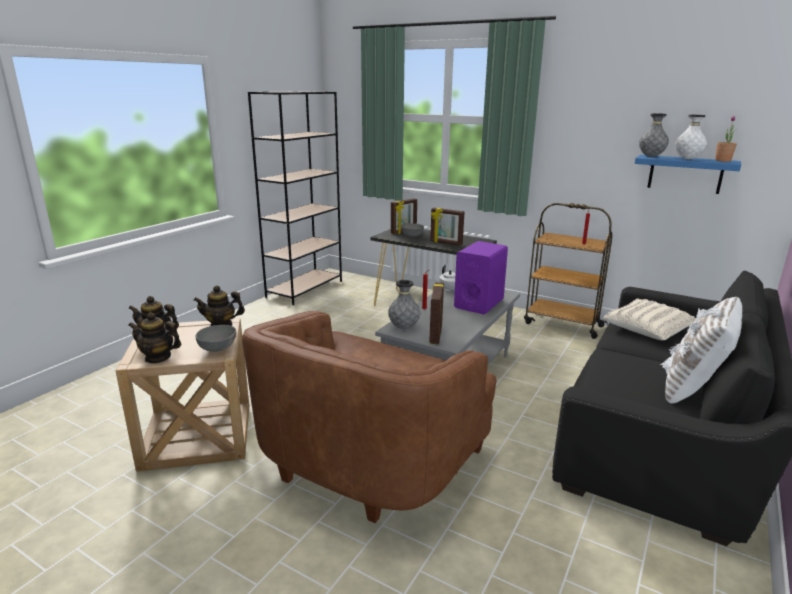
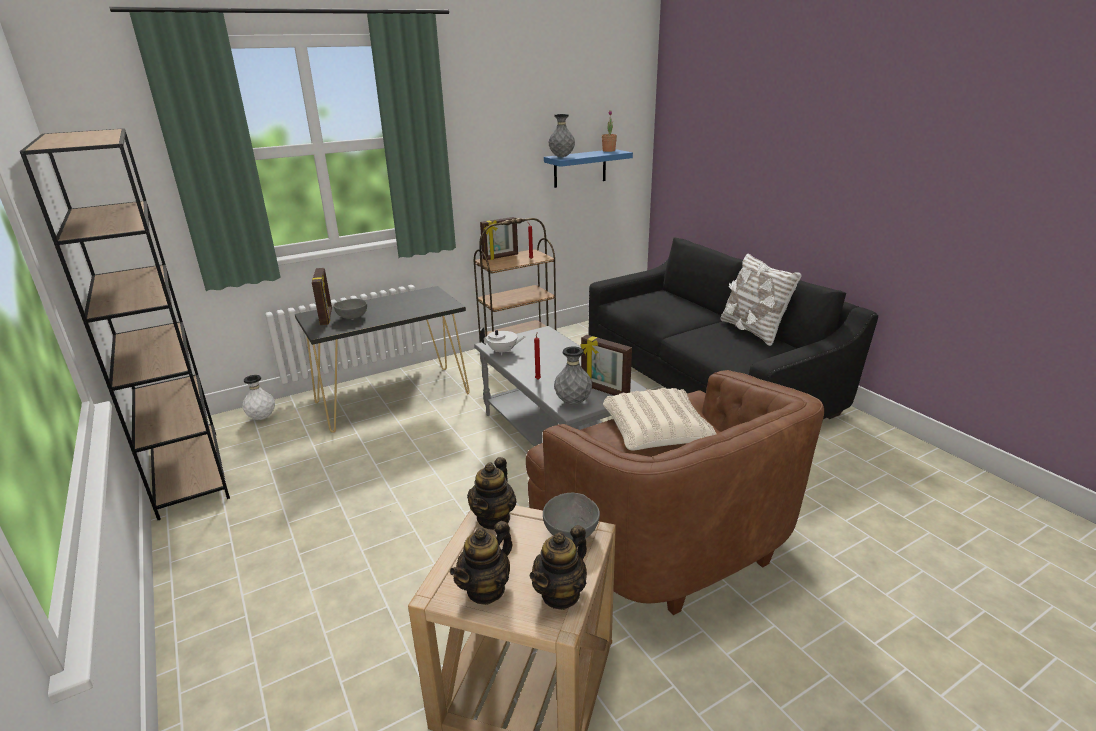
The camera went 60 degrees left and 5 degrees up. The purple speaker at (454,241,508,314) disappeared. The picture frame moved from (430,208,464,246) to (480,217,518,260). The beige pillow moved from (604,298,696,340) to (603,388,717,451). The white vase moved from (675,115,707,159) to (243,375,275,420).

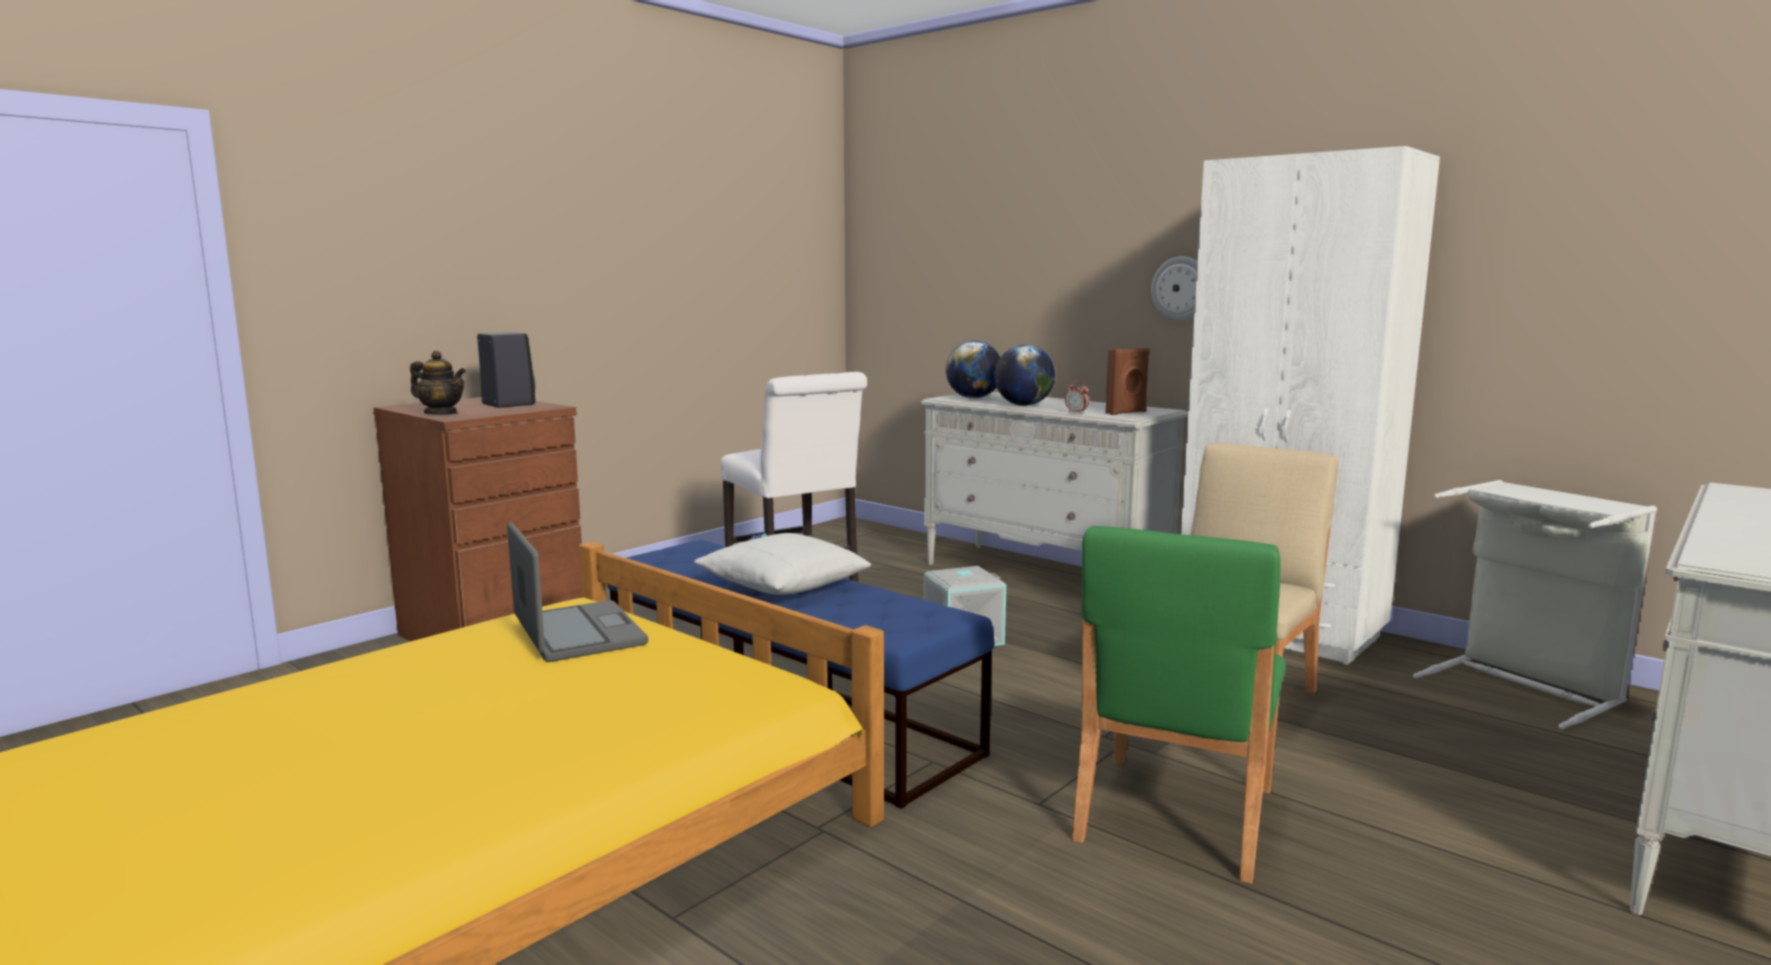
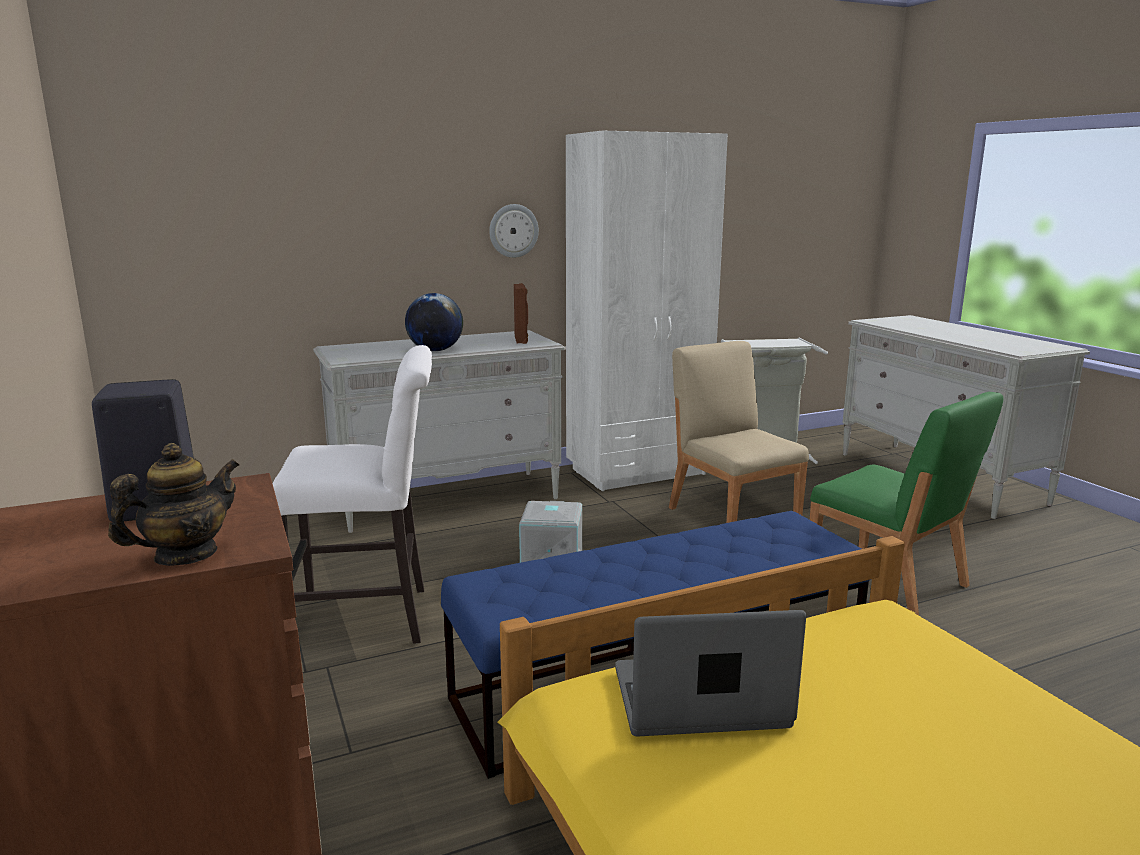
The camera went 65 degrees left and 5 degrees up. The grey pillow at (694,533,871,595) disappeared. The globe at (946,341,1000,398) disappeared. The alarm clock at (1065,381,1089,414) disappeared.

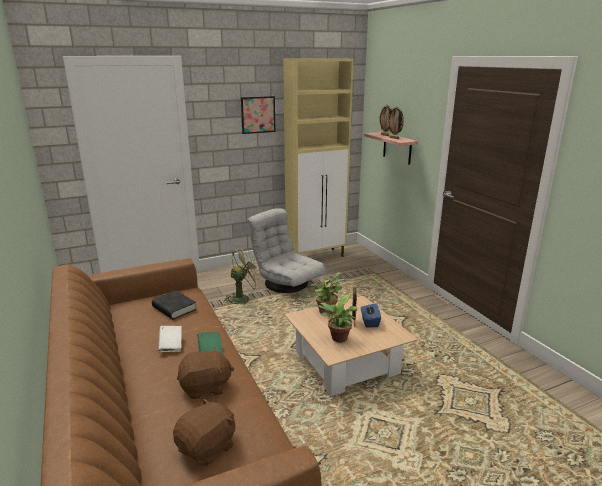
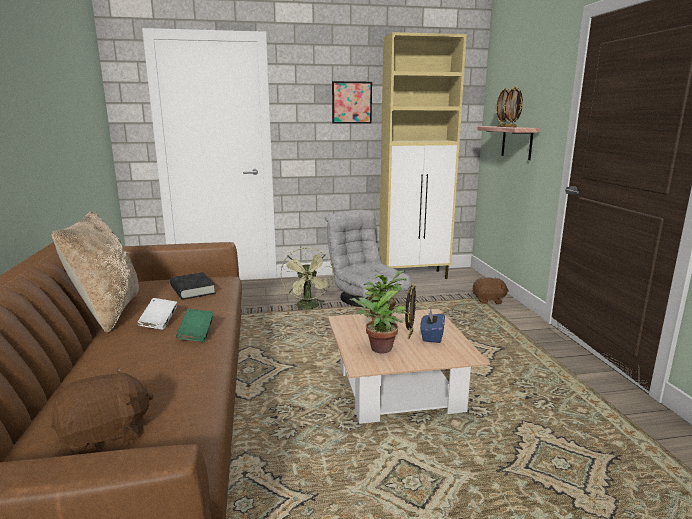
The camera went 15 degrees right and 5 degrees down. The beige pillow at (52,211,139,332) appeared. The brown plush toy moved from (177,347,234,399) to (472,277,509,304). The green fan at (223,249,263,304) turned 105 degrees clockwise.

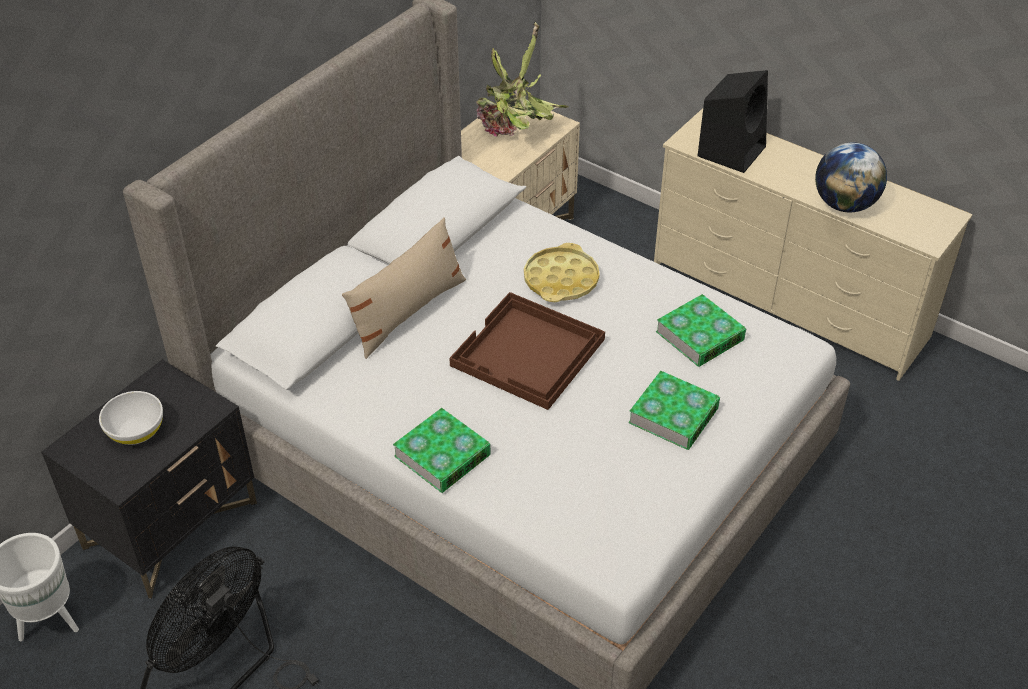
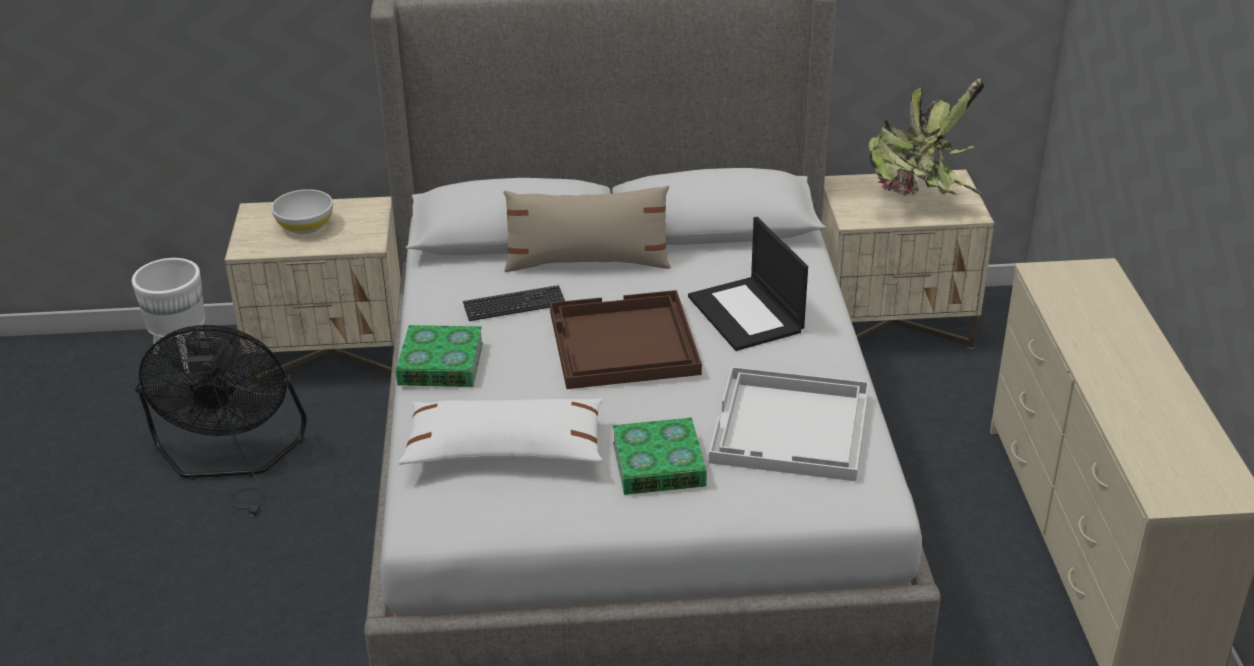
The camera went 50 degrees right and 10 degrees down. The black speaker at (698,70,768,173) disappeared. The globe at (815,142,887,212) disappeared. The white pillow at (398,398,603,465) appeared. The keyboard at (463,285,565,321) appeared. The yellow tray at (524,243,600,302) was replaced by the laptop at (688,217,808,351). The book at (656,294,746,367) was replaced by the white tray at (709,367,869,481). The black nightstand at (41,359,257,599) became the beige nightstand at (225,196,401,387).

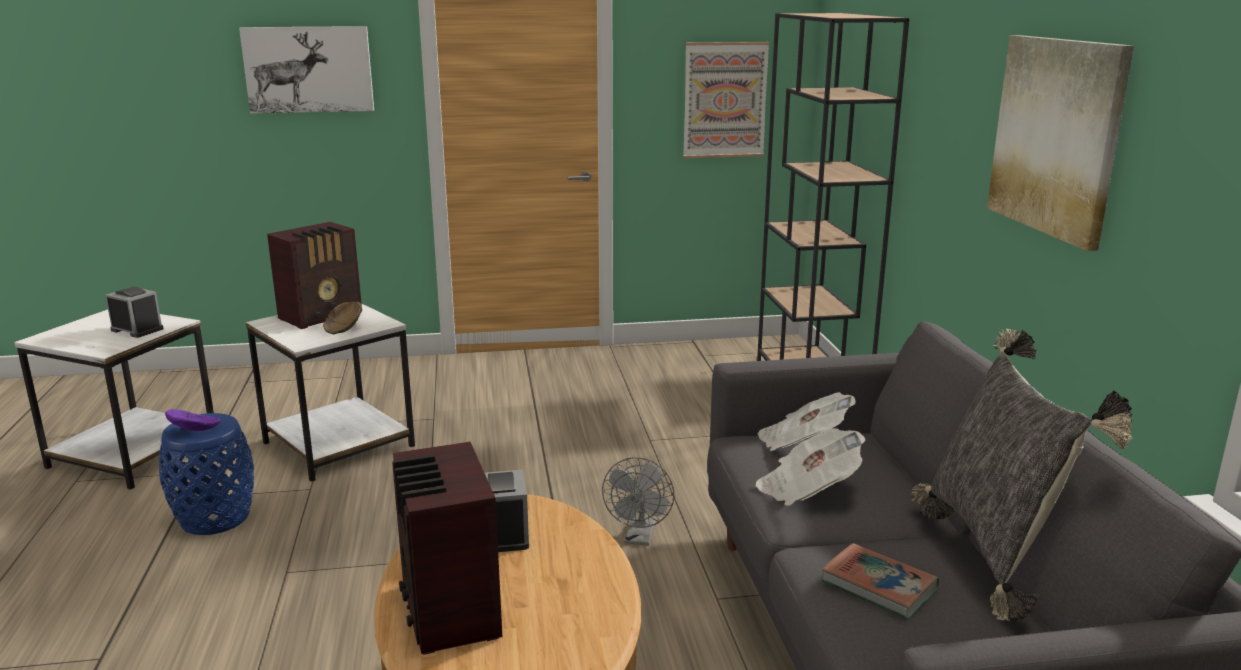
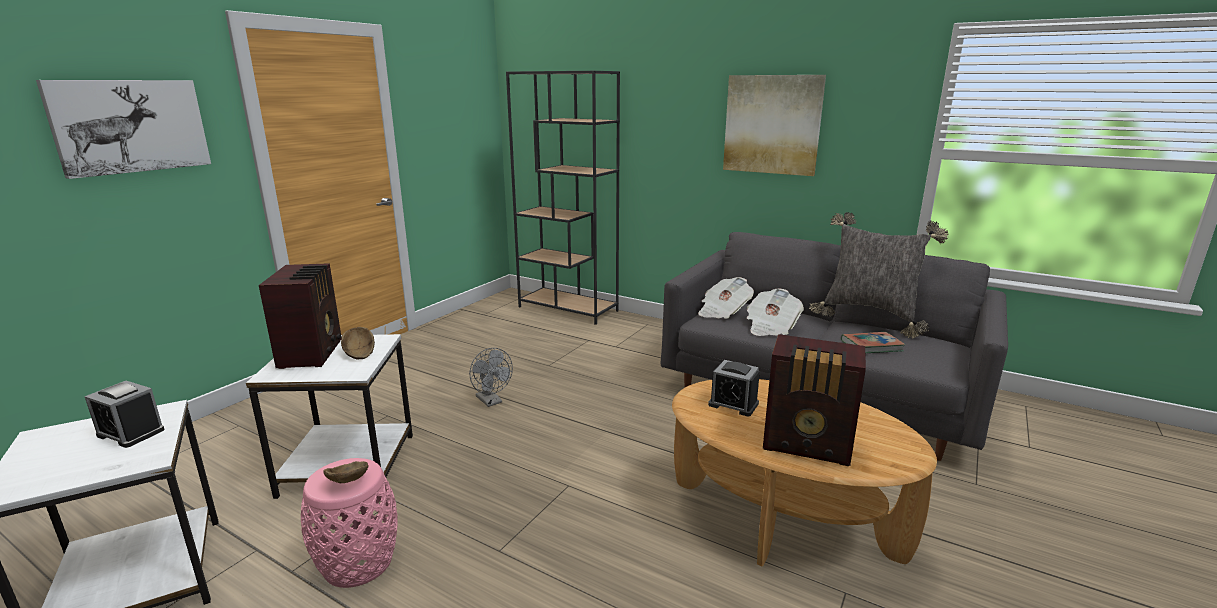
The camera went 50 degrees left and 0 degrees up. The picture at (683,42,769,158) disappeared. The grey fan moved from (602,457,675,546) to (469,348,513,407). The blue stool at (159,413,254,535) became the pink stool at (301,458,398,588). The purple bowl at (165,409,221,431) became the brown bowl at (323,461,369,483). The alarm clock at (105,287,164,338) turned 135 degrees counterclockwise.

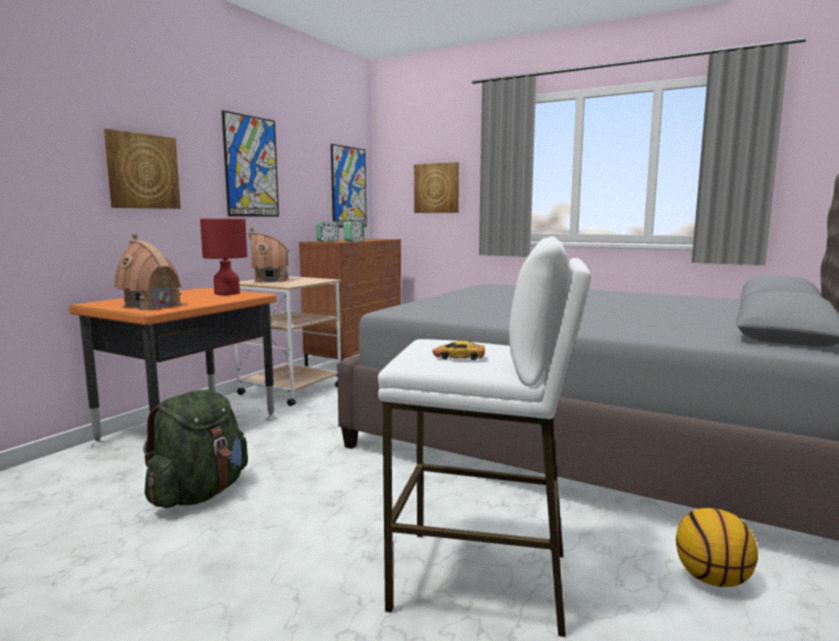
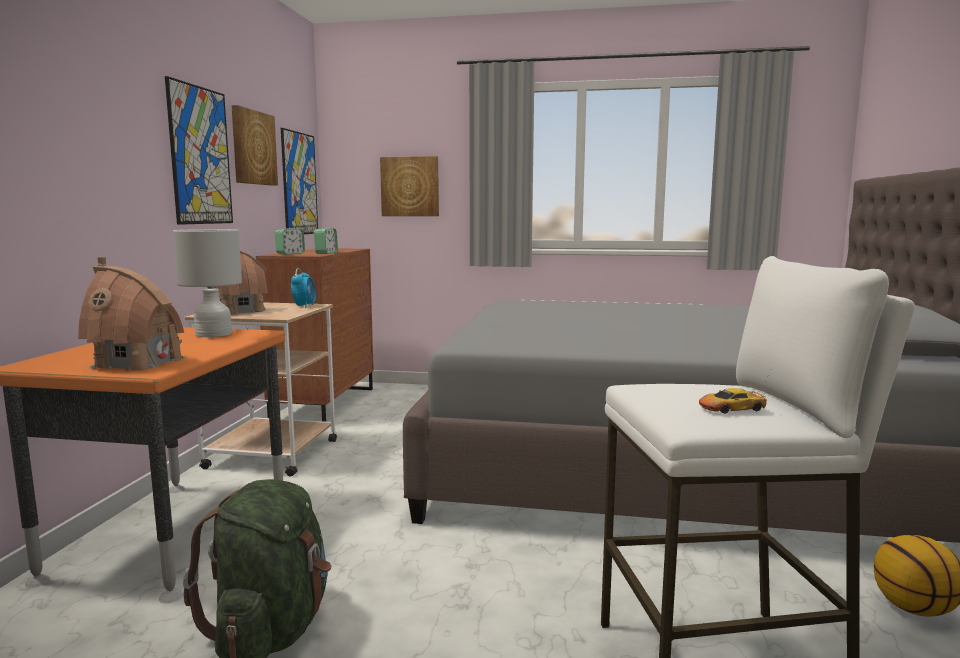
The camera went 20 degrees left and 0 degrees up. The alarm clock at (291,268,316,308) appeared. The picture moved from (104,129,181,209) to (232,105,278,186). The red table lamp at (200,219,247,295) became the grey table lamp at (173,229,242,337).

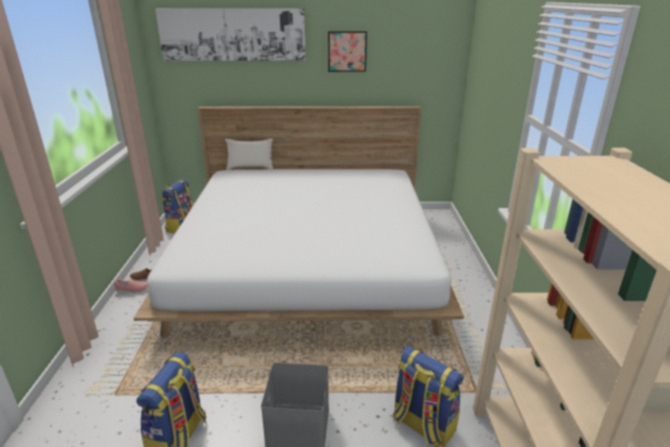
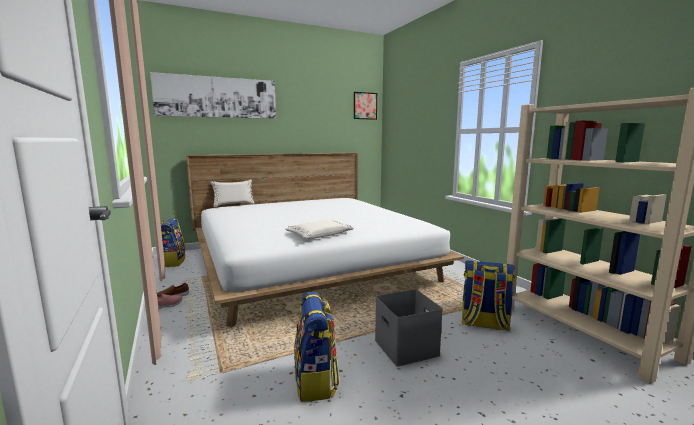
The camera went 25 degrees left and 15 degrees down. The white pillow at (285,220,354,238) appeared. The picture moved from (328,31,367,72) to (354,92,377,120).

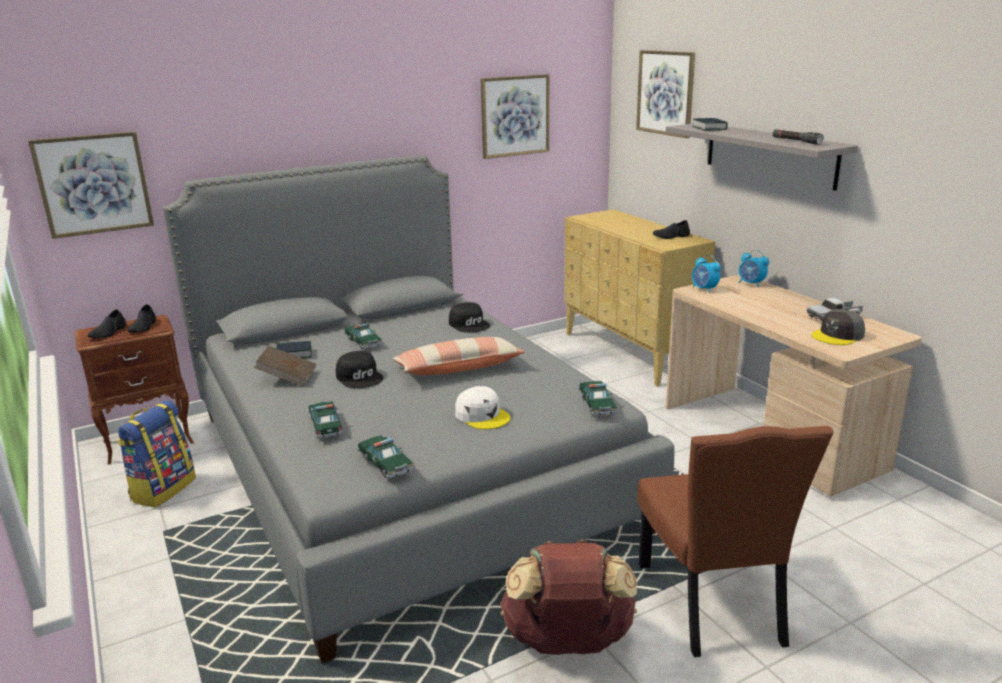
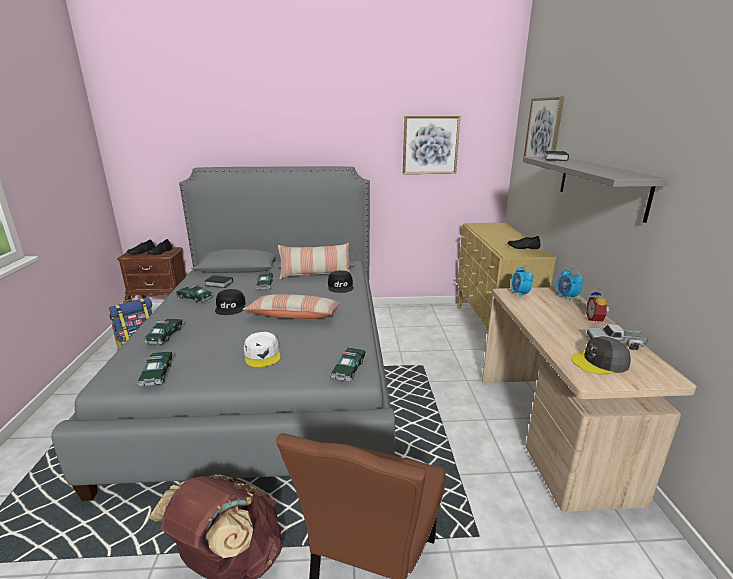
The camera went 25 degrees right and 0 degrees up. The picture at (28,132,154,239) disappeared. The black flashlight at (772,129,824,145) disappeared. The pillow at (278,243,351,279) appeared. The alarm clock at (586,289,609,324) appeared. The brown book at (254,346,316,387) was replaced by the toy car at (176,284,213,302).

